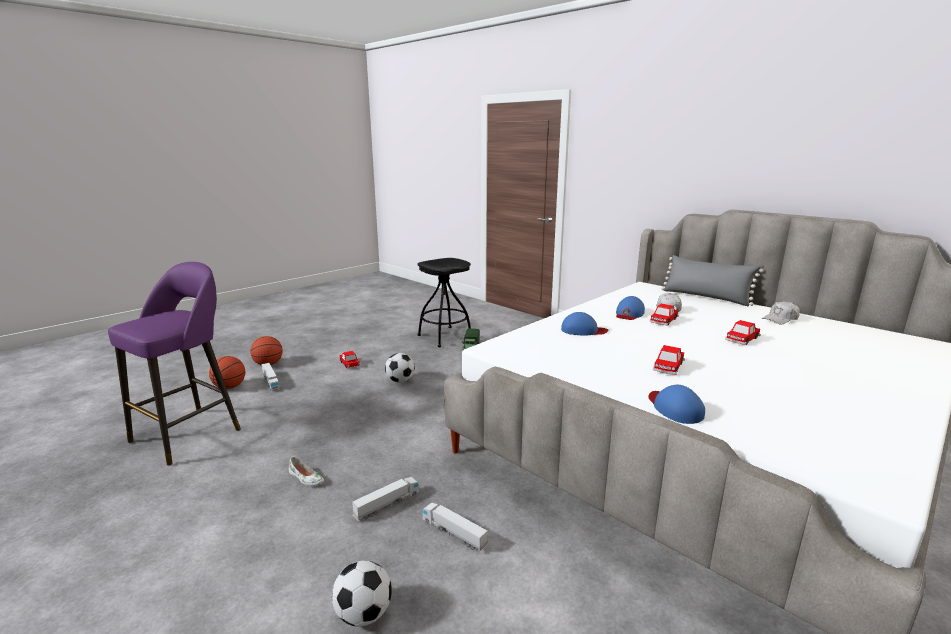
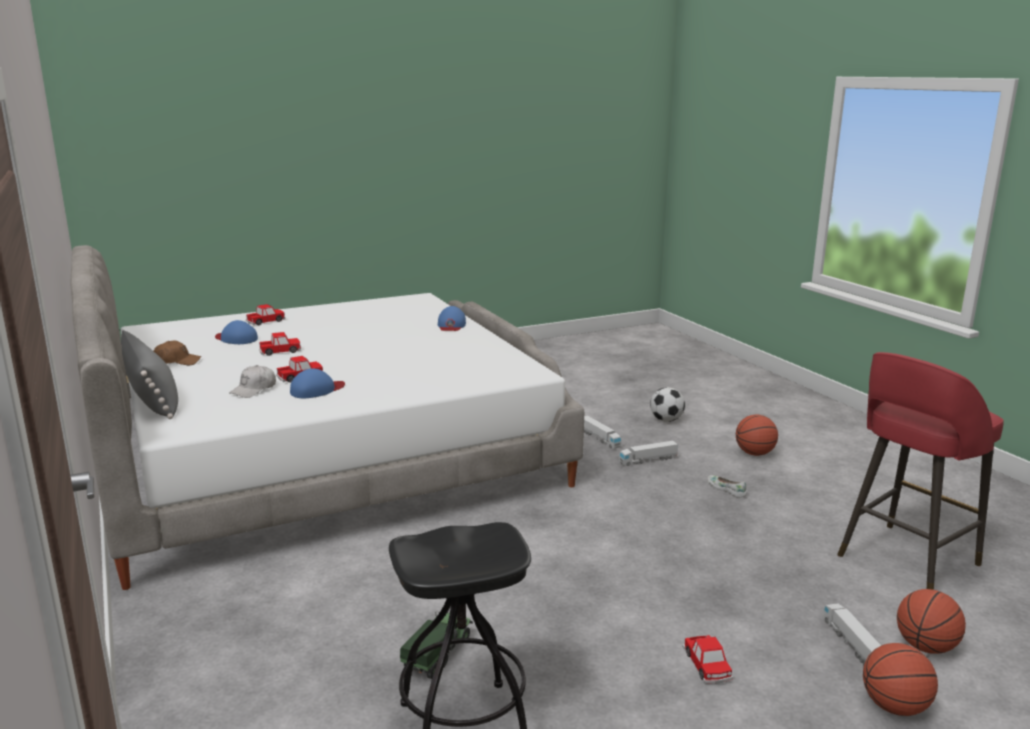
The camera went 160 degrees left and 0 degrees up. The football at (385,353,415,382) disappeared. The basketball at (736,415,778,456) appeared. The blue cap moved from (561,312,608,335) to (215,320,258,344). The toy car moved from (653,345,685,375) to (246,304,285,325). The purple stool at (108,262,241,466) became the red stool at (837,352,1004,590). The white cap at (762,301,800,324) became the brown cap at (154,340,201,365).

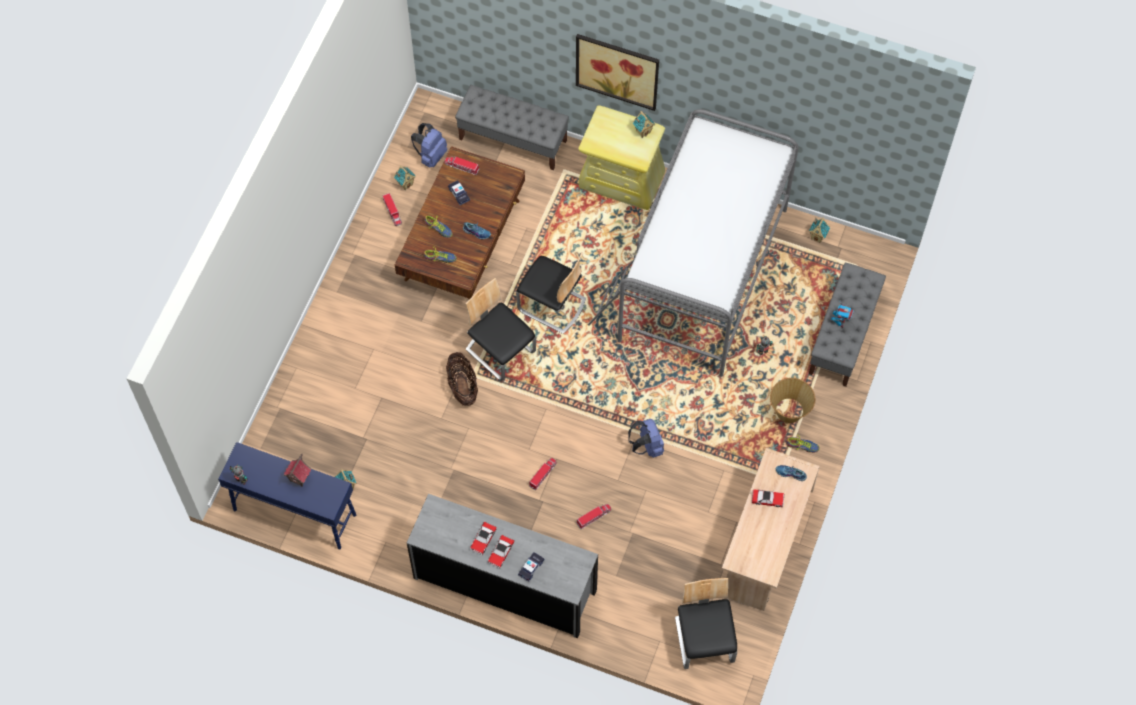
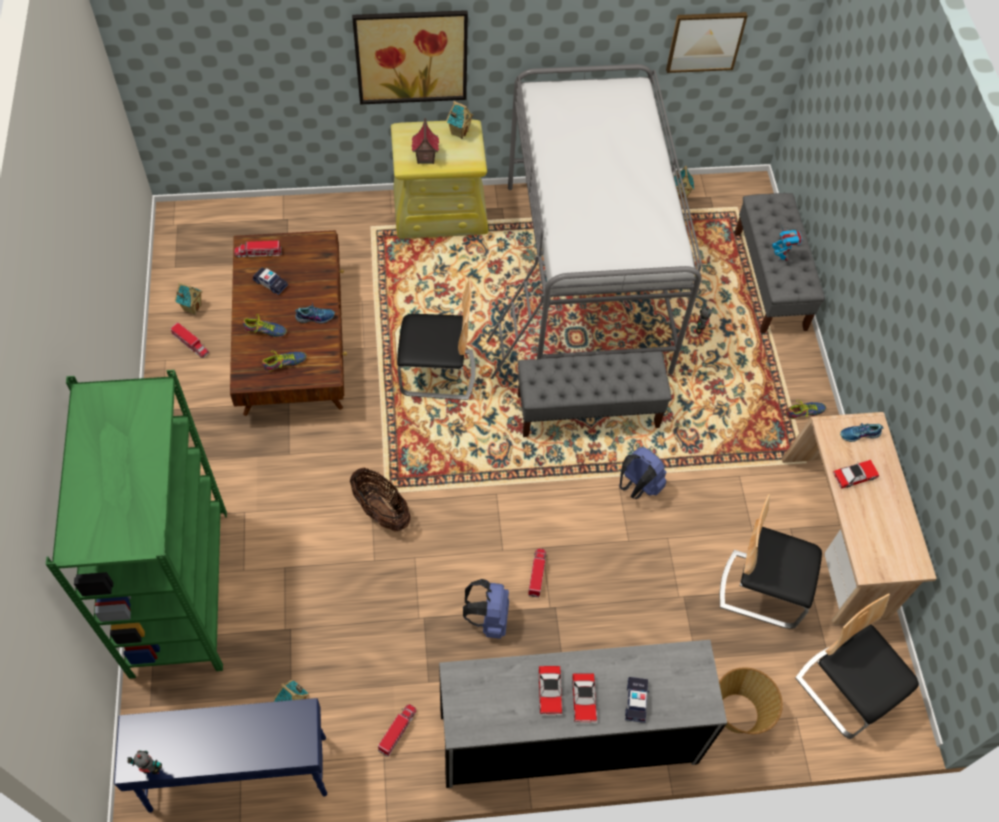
The camera went 30 degrees left and 5 degrees down. The green bookcase at (46,370,227,679) appeared. The picture at (666,12,748,73) appeared. The toy house moved from (284,454,311,487) to (412,118,439,164). The blue backpack moved from (411,123,447,168) to (463,579,509,639). The grey bench moved from (455,85,569,170) to (518,351,672,437). The chair moved from (466,278,536,381) to (720,494,822,629). The toy truck moved from (577,504,611,529) to (378,704,416,757). The basket moved from (770,378,815,423) to (719,667,783,734).

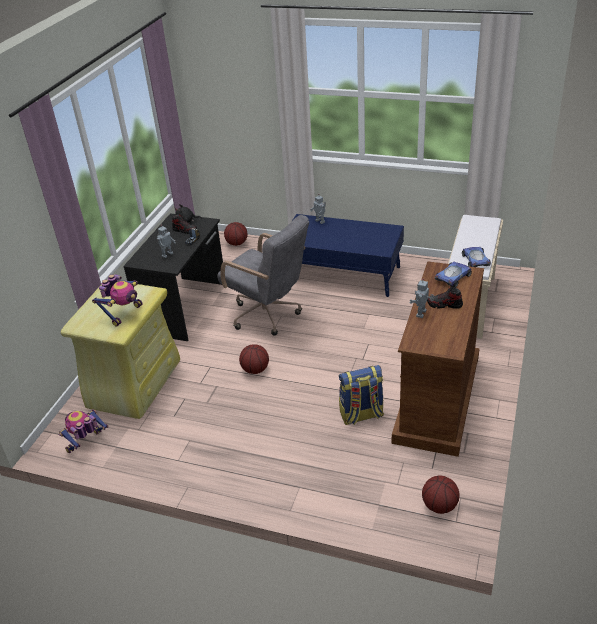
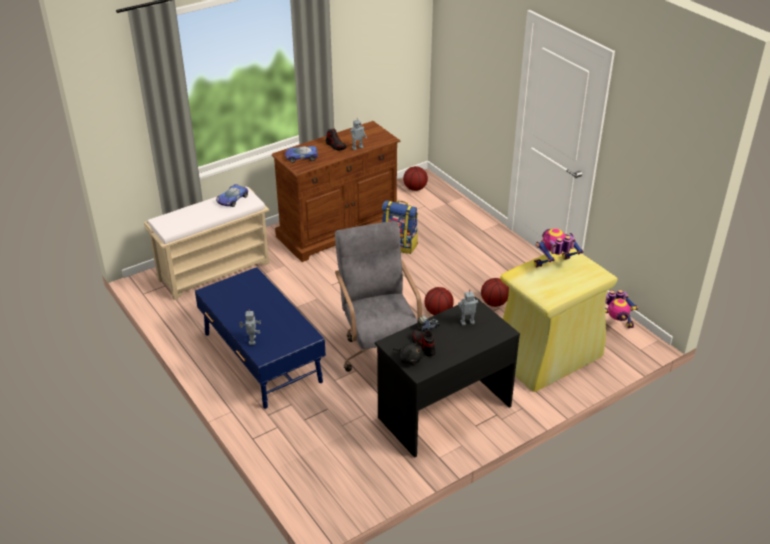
The camera went 145 degrees left and 0 degrees up. The basketball moved from (224,222,248,246) to (481,278,509,307).

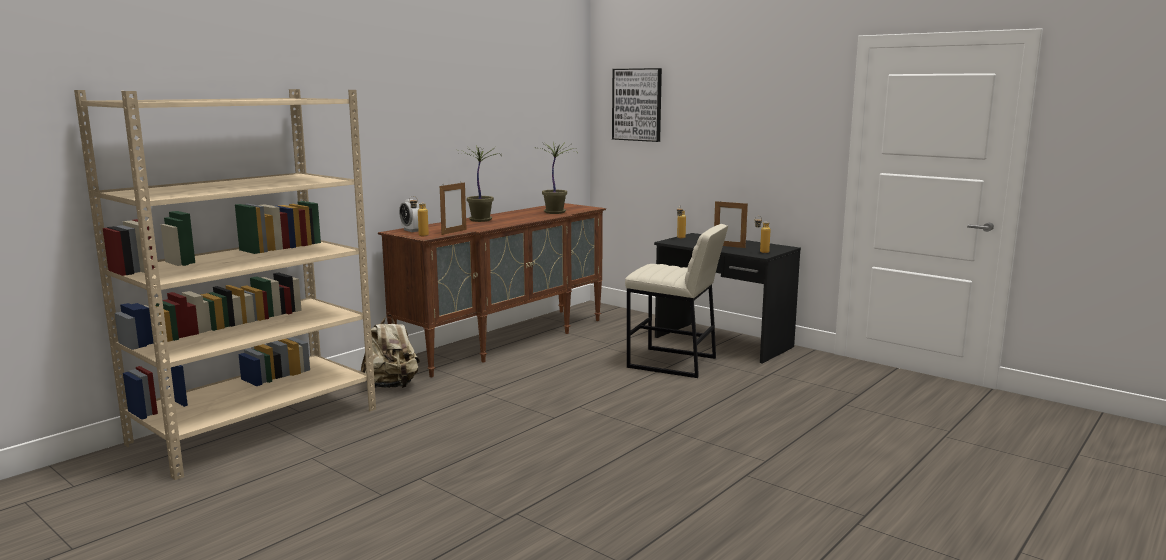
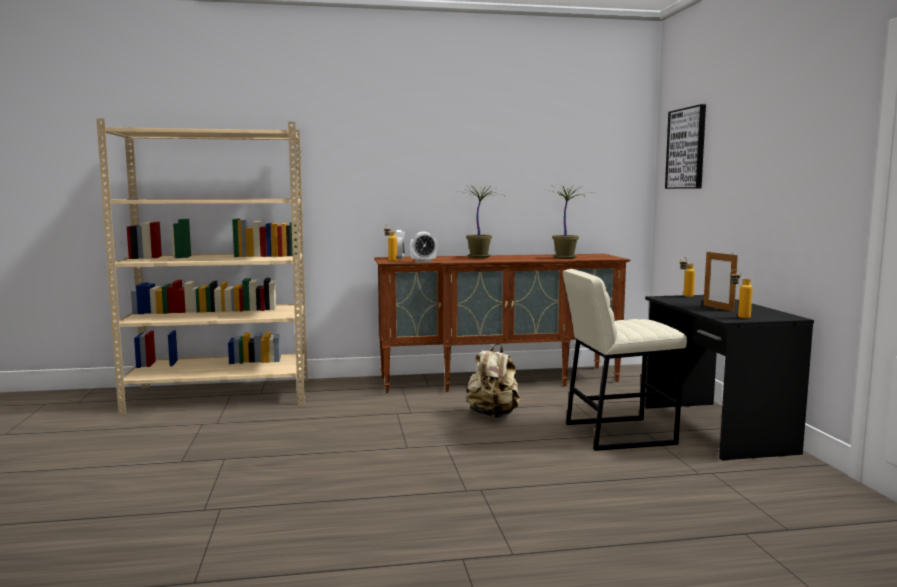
The camera went 40 degrees right and 5 degrees down. The beige backpack moved from (361,315,420,388) to (466,343,520,418). The picture frame at (440,181,467,235) was replaced by the alarm clock at (410,232,437,262). The beige chair at (625,224,728,378) turned 105 degrees clockwise.

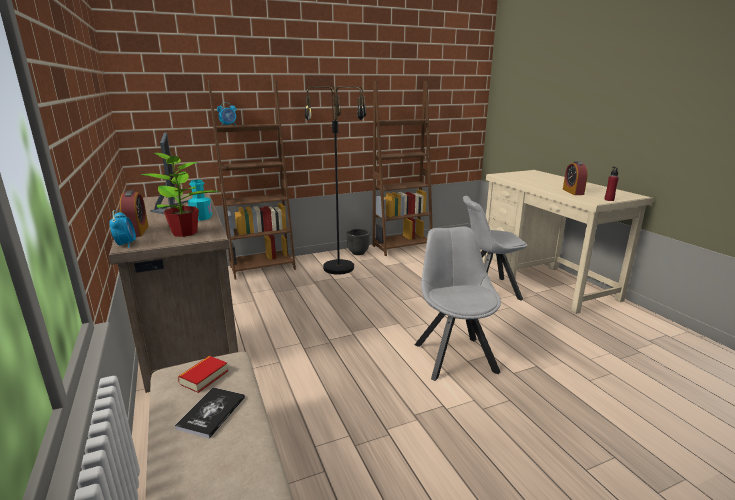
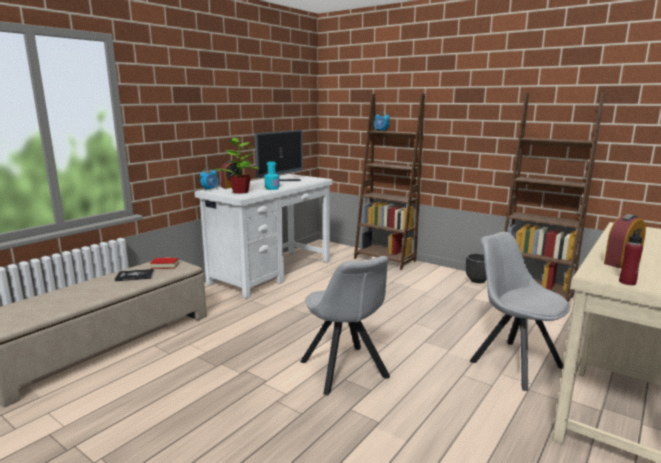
The camera went 60 degrees right and 5 degrees down. The floor lamp at (305,86,366,275) disappeared. The brown desk at (109,193,238,393) became the white desk at (195,174,332,299). The grey chair at (415,227,501,381) turned 105 degrees clockwise.

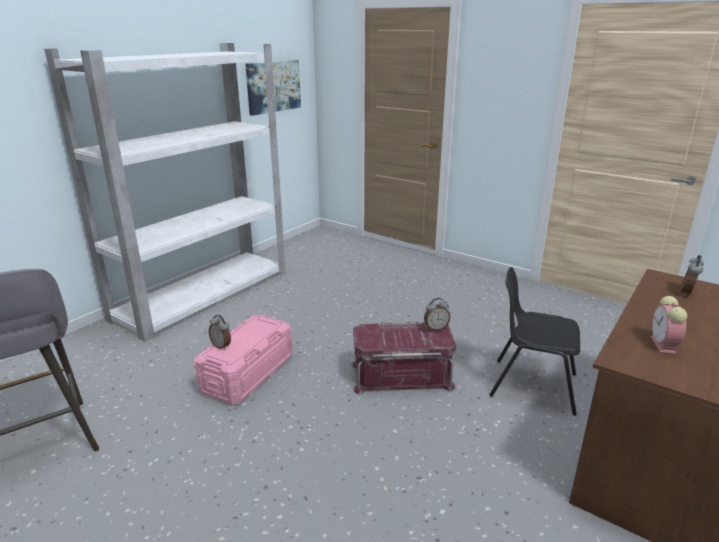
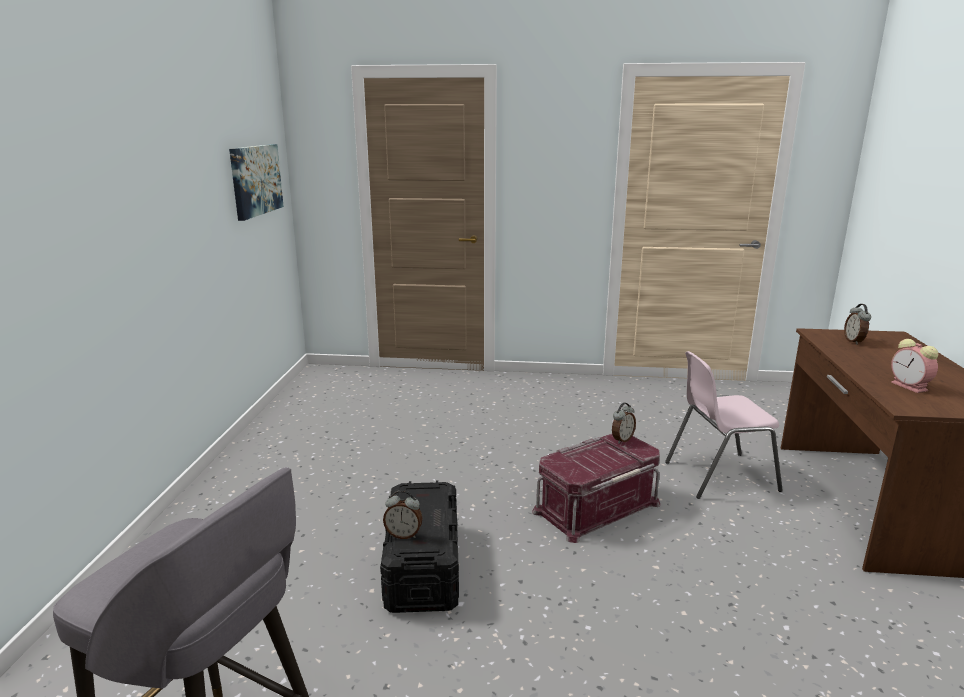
The camera went 30 degrees left and 5 degrees down. The white bookcase at (44,43,286,342) disappeared. The pink storage box at (194,315,292,405) became the black storage box at (380,481,459,613). The black chair at (489,267,580,416) became the pink chair at (665,351,783,499).

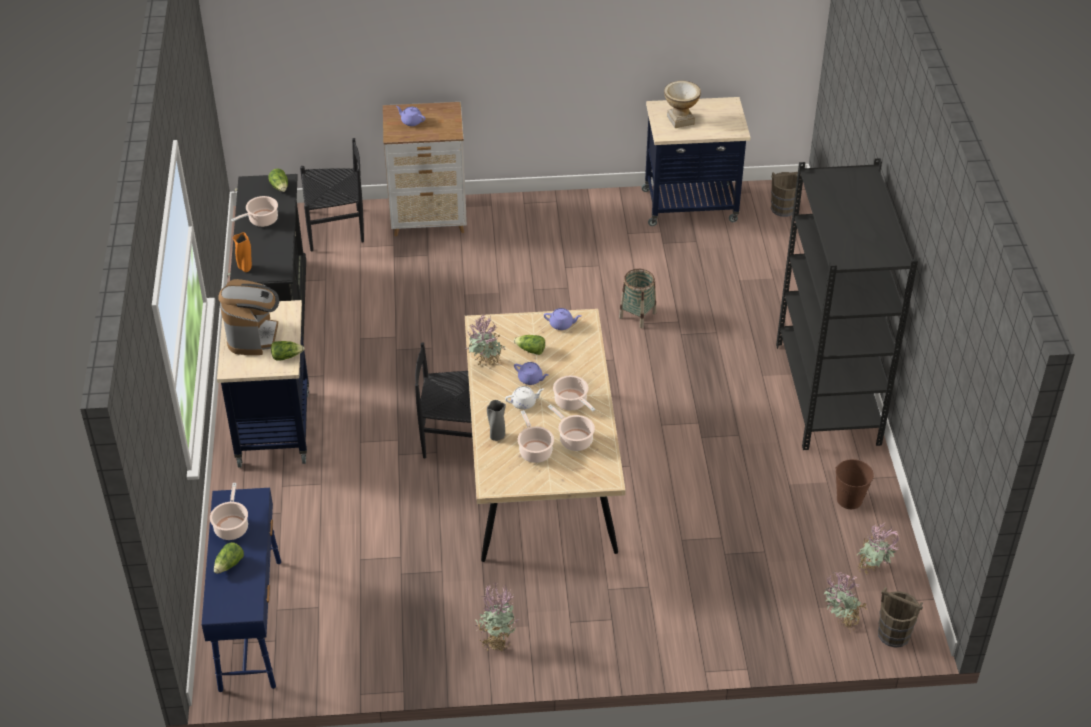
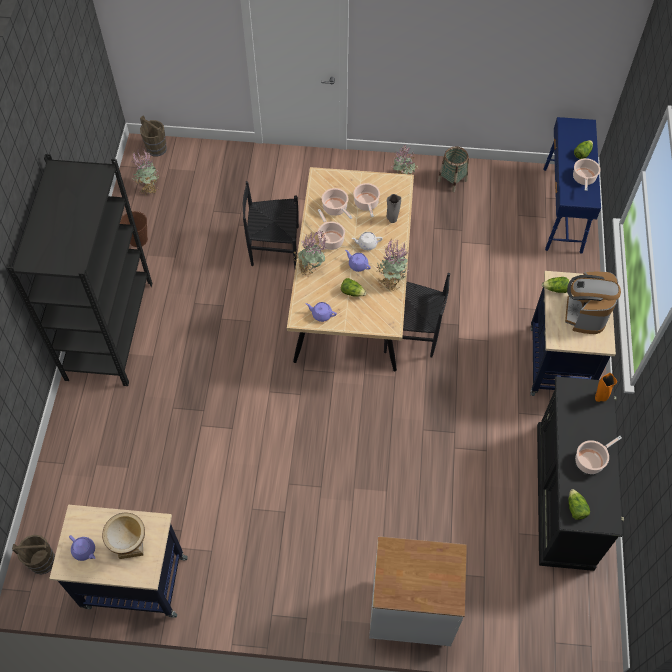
The camera went 170 degrees left and 15 degrees up. The black chair moved from (300,138,364,251) to (243,181,299,268). The purple teapot moved from (396,106,425,126) to (69,535,95,561). The basket moved from (619,269,656,328) to (438,147,469,192). The potted plant moved from (824,572,868,632) to (293,231,328,277).

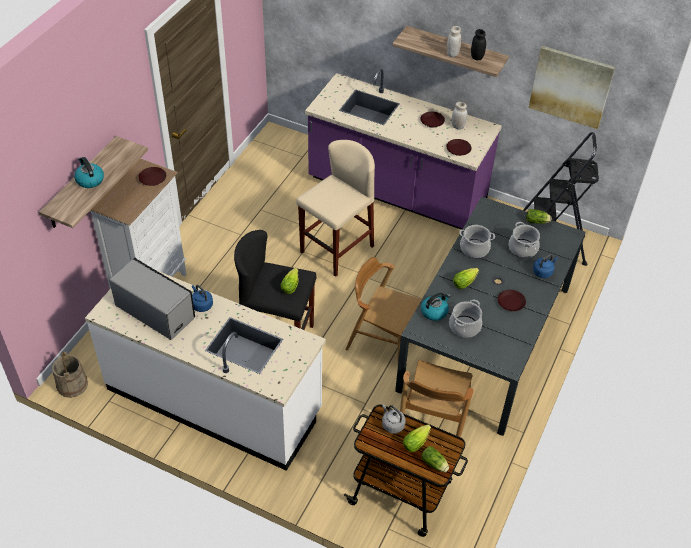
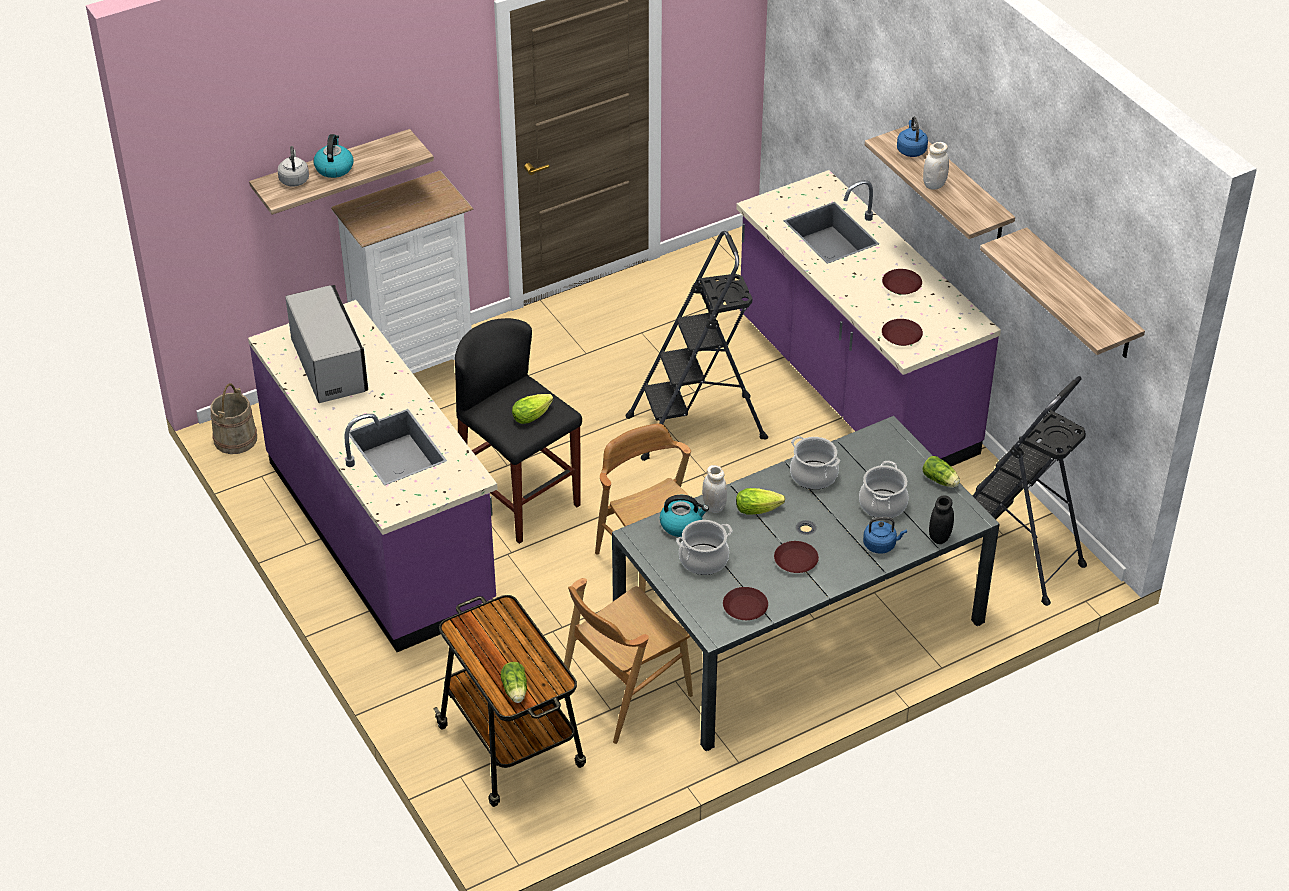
The camera went 35 degrees right and 5 degrees down. The lettuce at (403,424,431,452) disappeared. The brown plate moved from (138,167,166,186) to (723,587,768,620). The blue kettle moved from (192,285,213,312) to (897,117,928,157). The grey kettle moved from (382,404,406,434) to (277,146,309,186). The white jar moved from (451,102,467,130) to (702,465,727,513). The black jar moved from (471,29,486,60) to (929,496,954,544). The beige stool at (296,140,375,277) was replaced by the step ladder at (625,231,768,461). The picture at (529,46,615,129) was replaced by the shelf at (980,227,1145,358). The white counter at (85,270,326,471) became the purple counter at (248,300,498,652).

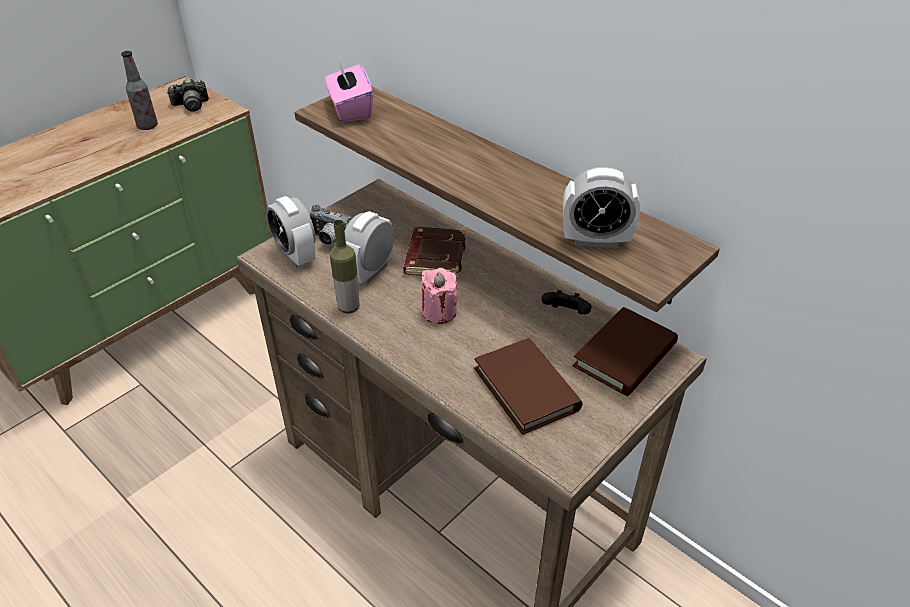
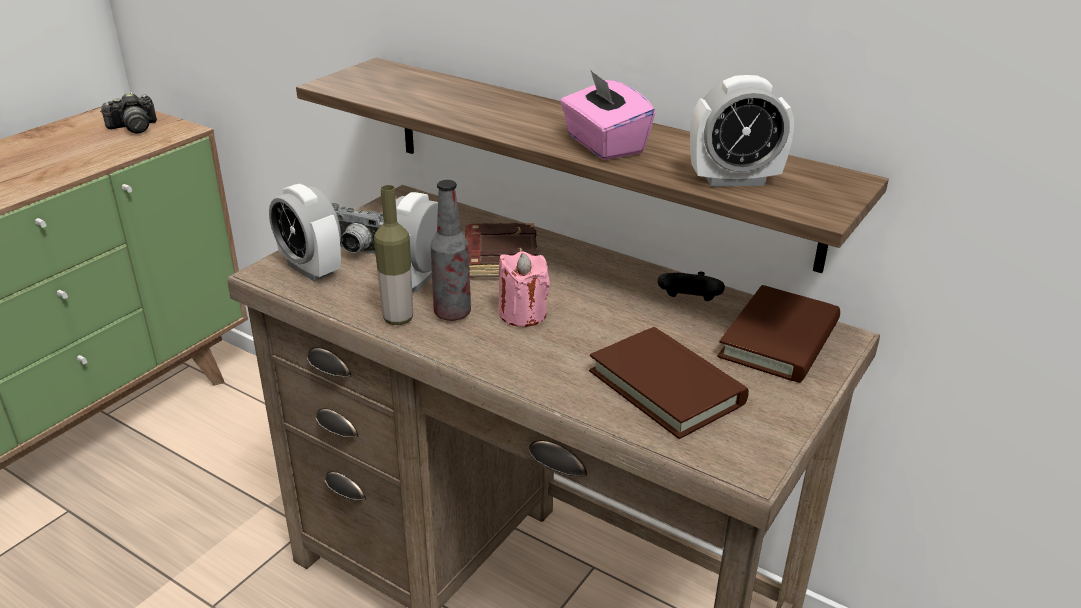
The camera went 10 degrees left and 10 degrees down. The bottle moved from (121,51,158,130) to (430,180,471,321). The pink tissue box moved from (325,60,373,122) to (560,71,655,160).

